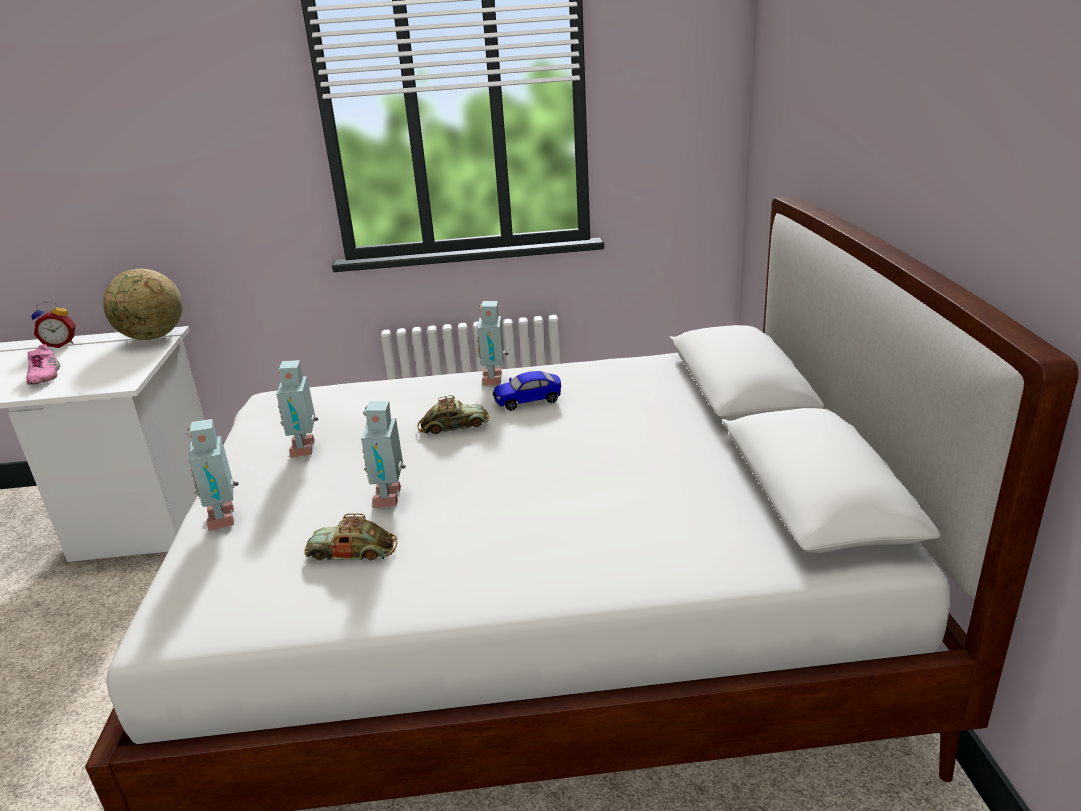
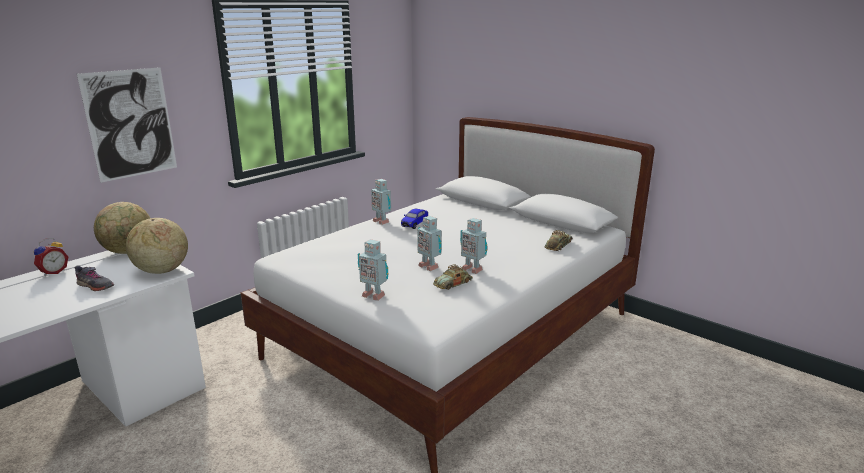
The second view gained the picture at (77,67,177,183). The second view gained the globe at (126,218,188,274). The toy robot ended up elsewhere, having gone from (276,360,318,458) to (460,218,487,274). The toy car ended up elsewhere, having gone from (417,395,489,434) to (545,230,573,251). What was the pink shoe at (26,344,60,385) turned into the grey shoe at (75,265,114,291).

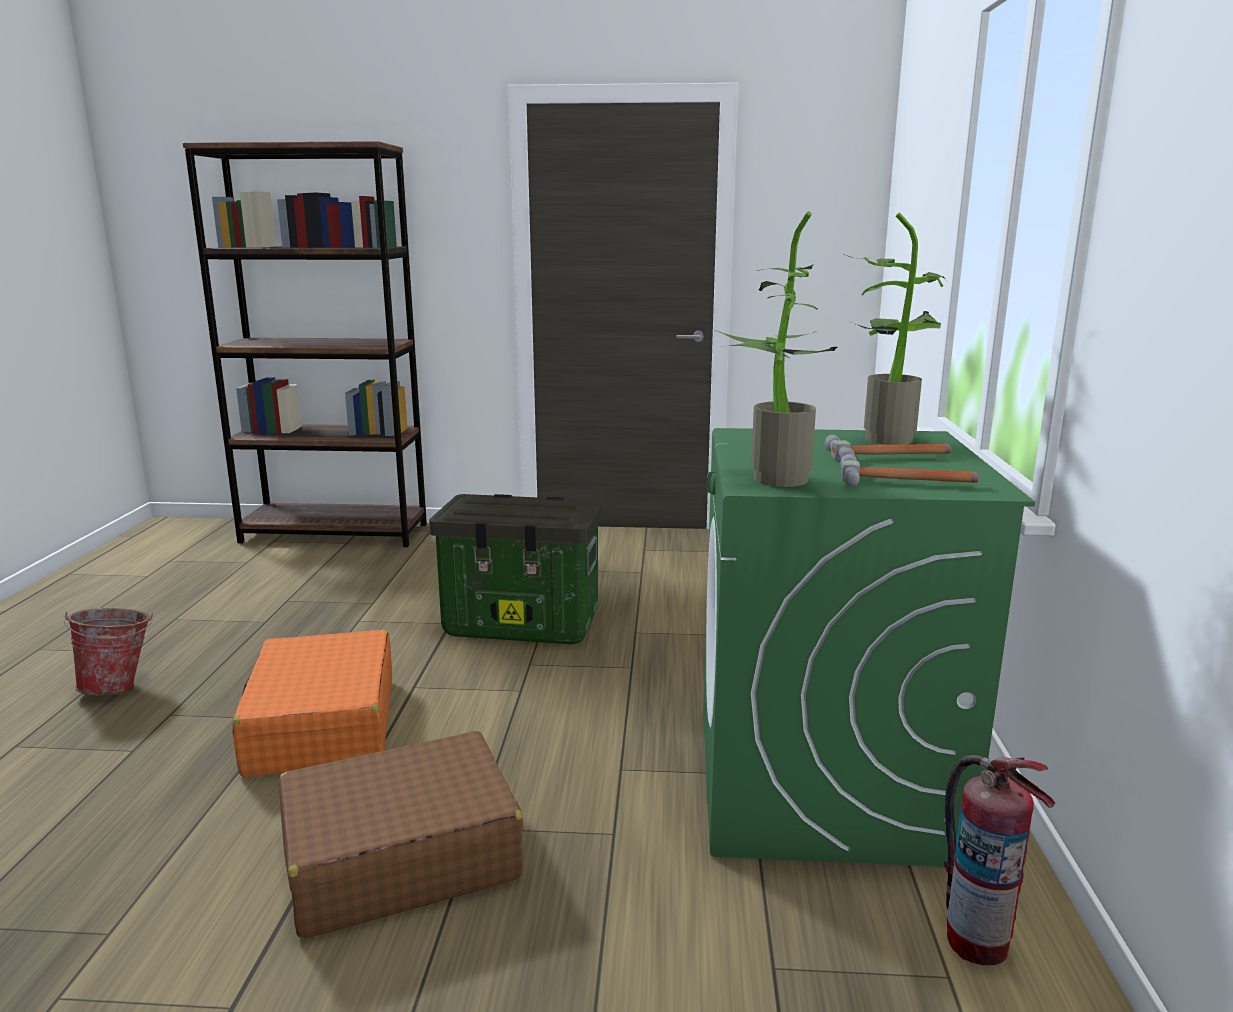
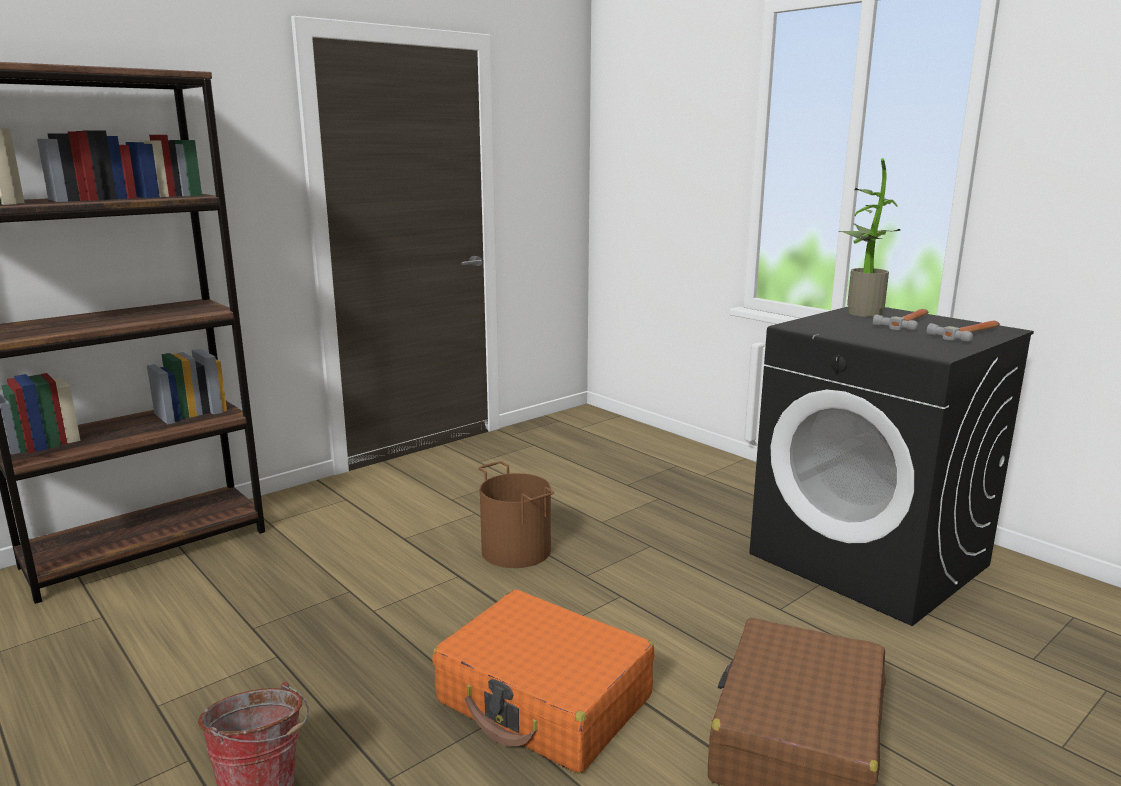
The second view lost the potted plant at (715,211,838,487). The second view lost the fire extinguisher at (944,755,1055,965). Where the storage box stood at (429,494,602,644), the brown bucket came to stand at (478,461,554,568). What was the green washing machine at (703,428,1035,867) turned into the black washing machine at (749,306,1034,626).

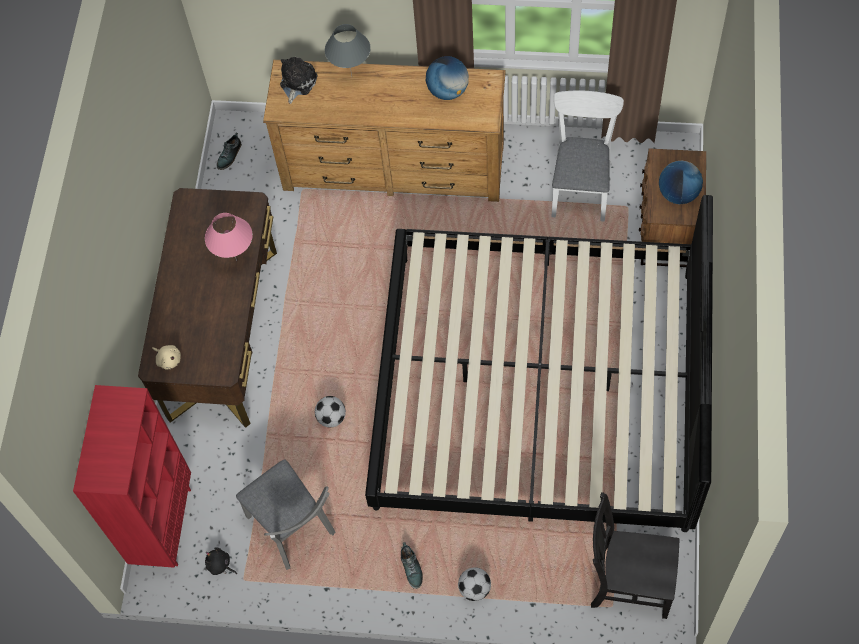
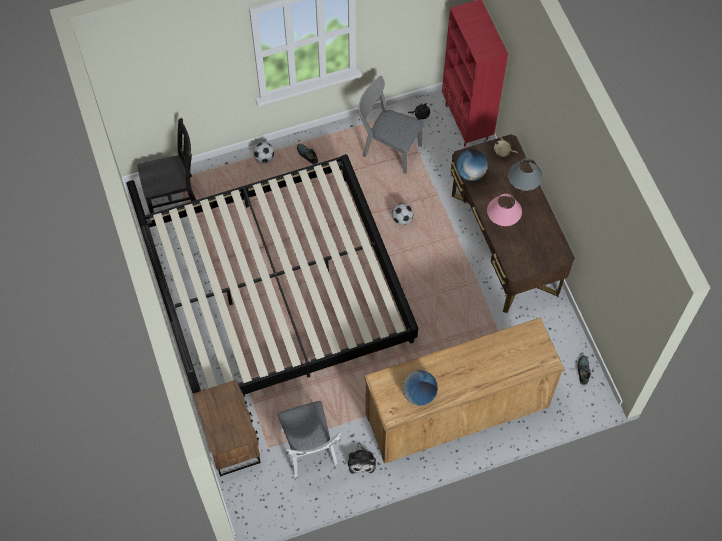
The plush toy ended up elsewhere, having gone from (280,57,318,104) to (348,442,376,474). The grey table lamp ended up elsewhere, having gone from (325,24,371,76) to (508,158,543,194). The globe ended up elsewhere, having gone from (659,161,703,204) to (456,149,488,181).

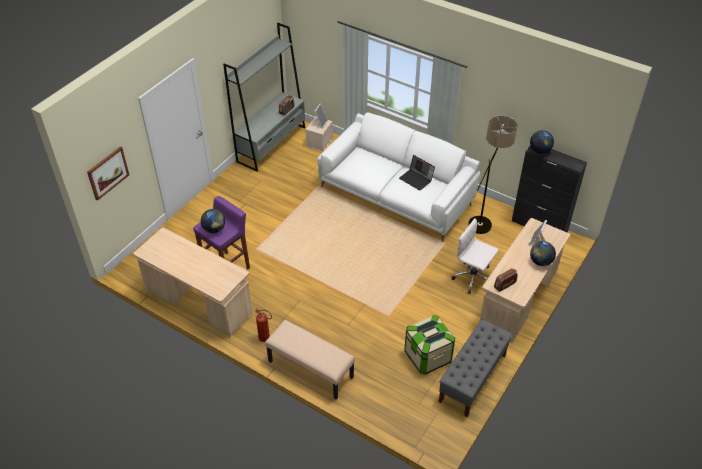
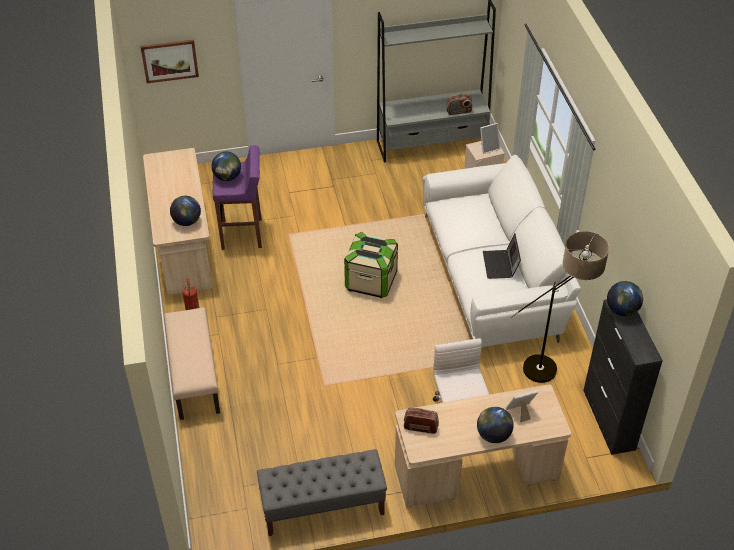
The second view gained the globe at (170,196,201,226). The storage box ended up elsewhere, having gone from (404,315,455,375) to (344,232,398,298).

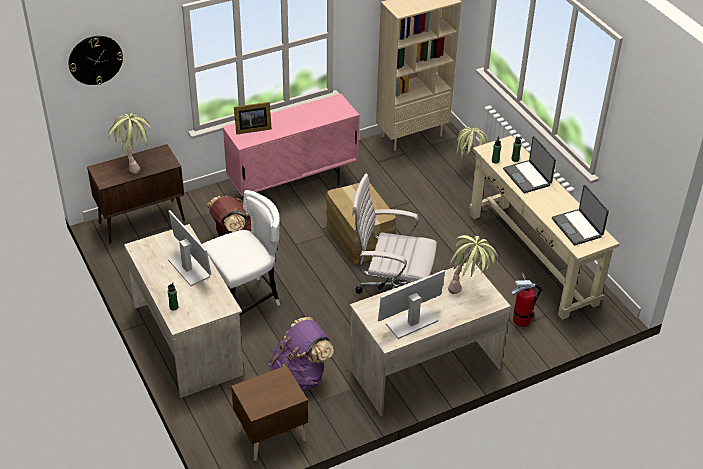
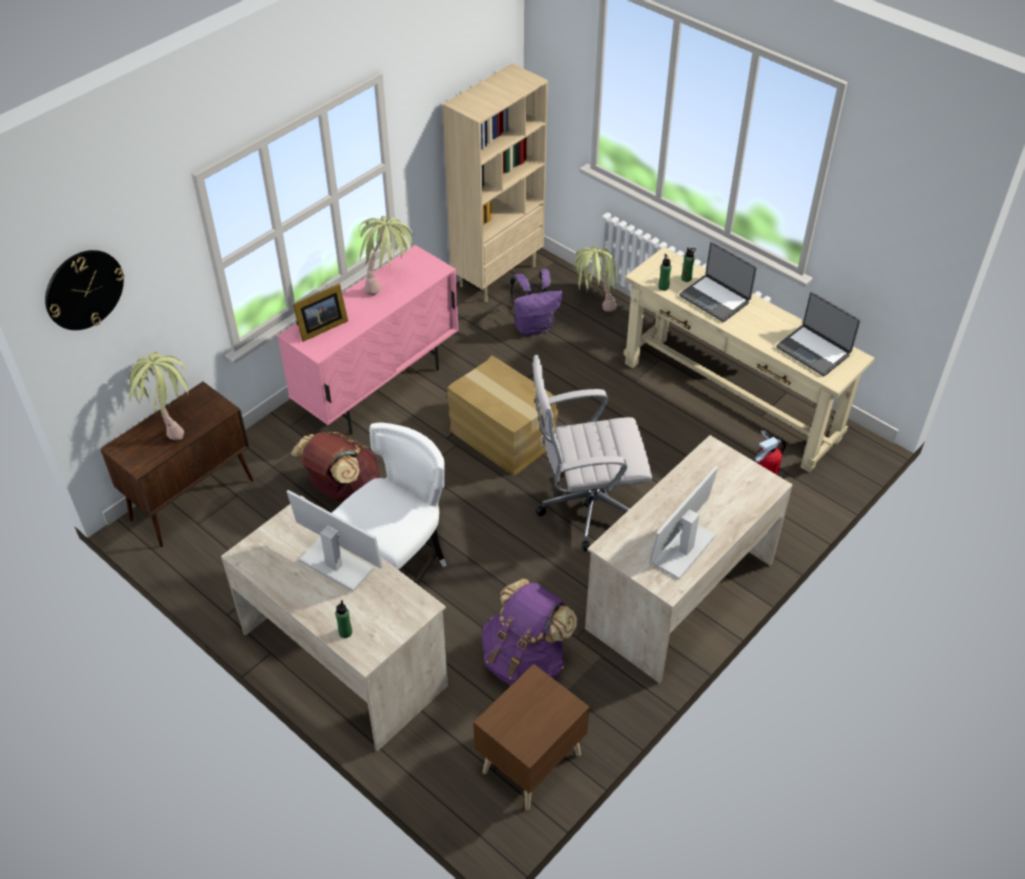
The second view gained the purple backpack at (510,269,563,336). The potted plant ended up elsewhere, having gone from (448,235,498,294) to (359,216,416,296).

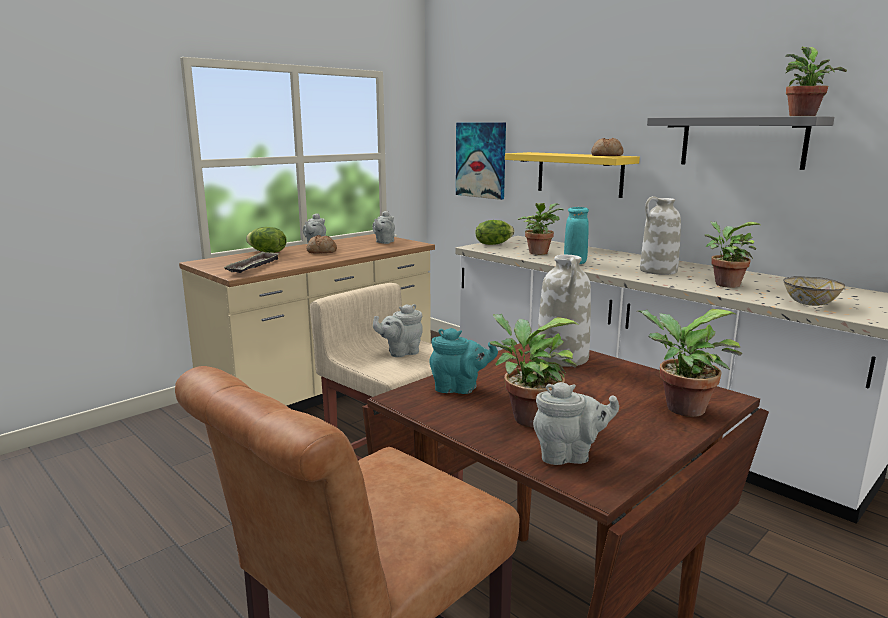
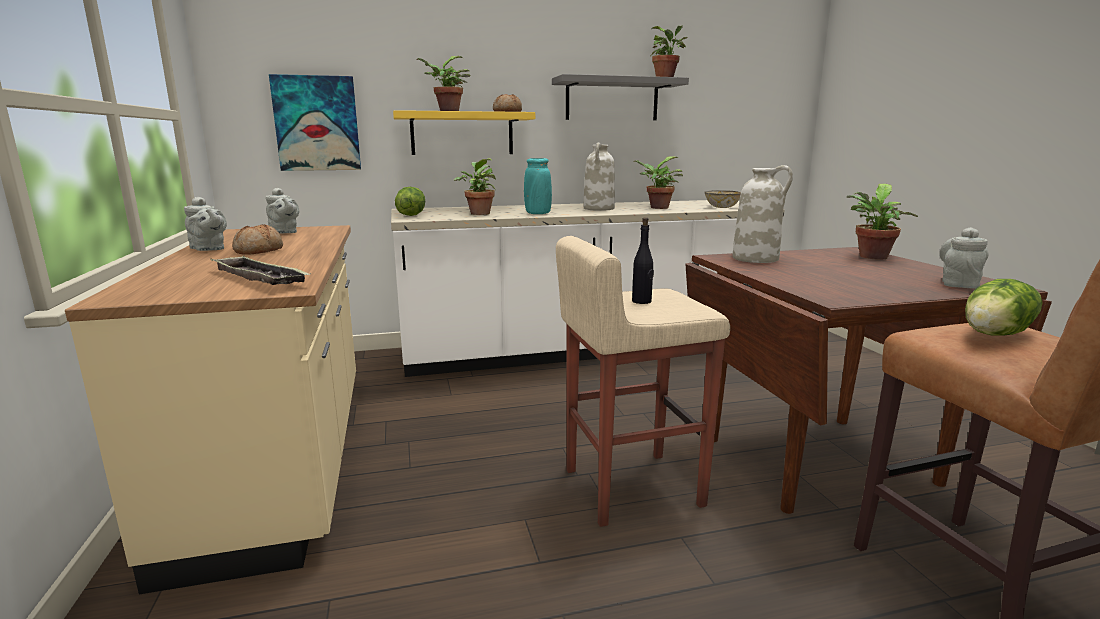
The second view lost the turquoise teapot at (430,328,498,394). The lettuce ended up elsewhere, having gone from (246,227,287,253) to (965,279,1043,335). The potted plant ended up elsewhere, having gone from (490,314,578,427) to (416,56,471,111). Where the grey teapot stood at (373,304,423,357), the black bottle came to stand at (632,217,654,304).

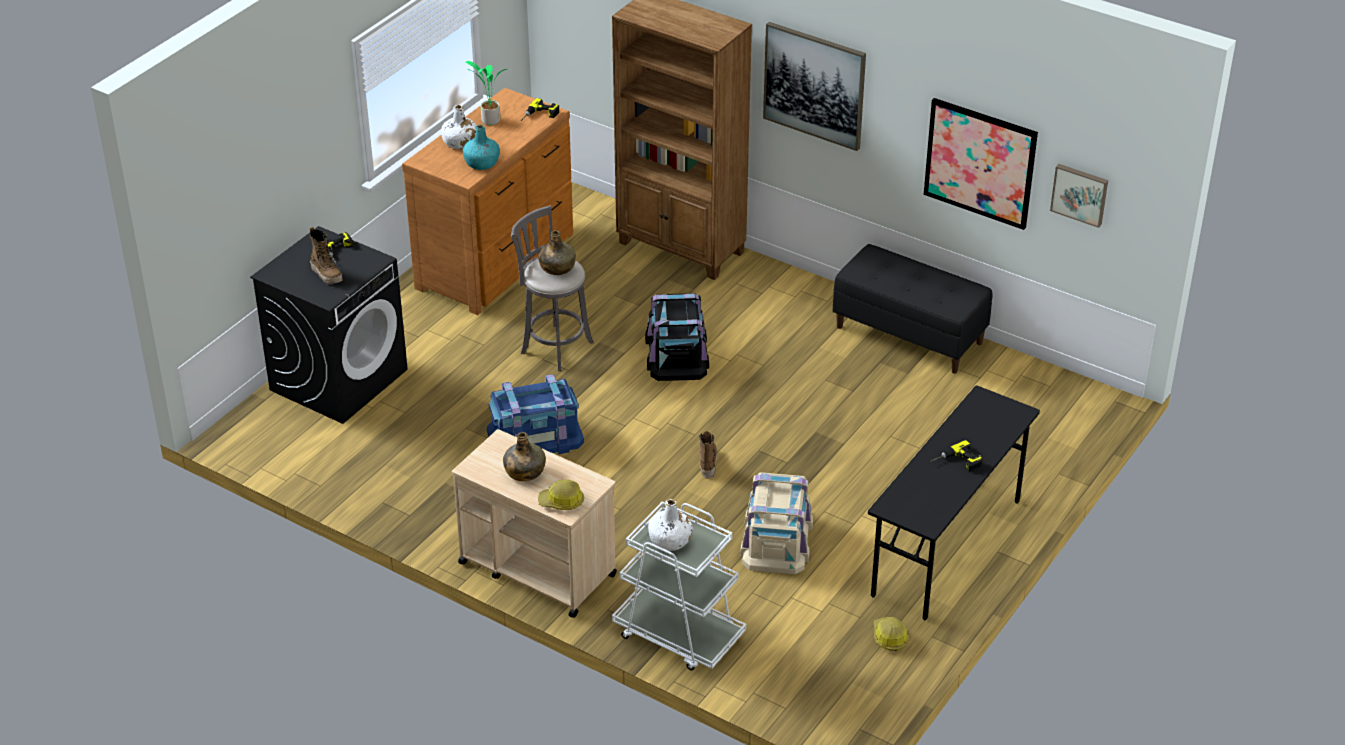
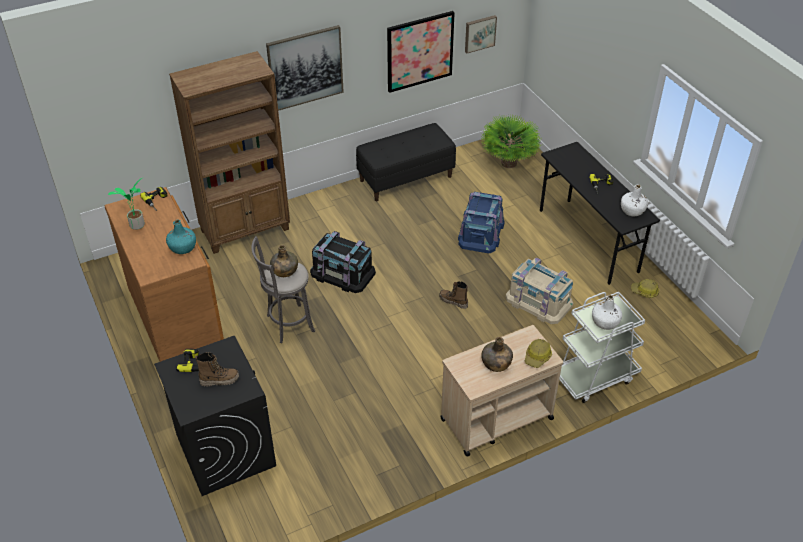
The second view gained the potted plant at (480,114,542,168). The white bottle ended up elsewhere, having gone from (441,105,477,149) to (621,185,648,216). The blue storage box ended up elsewhere, having gone from (487,374,584,454) to (458,192,504,253).

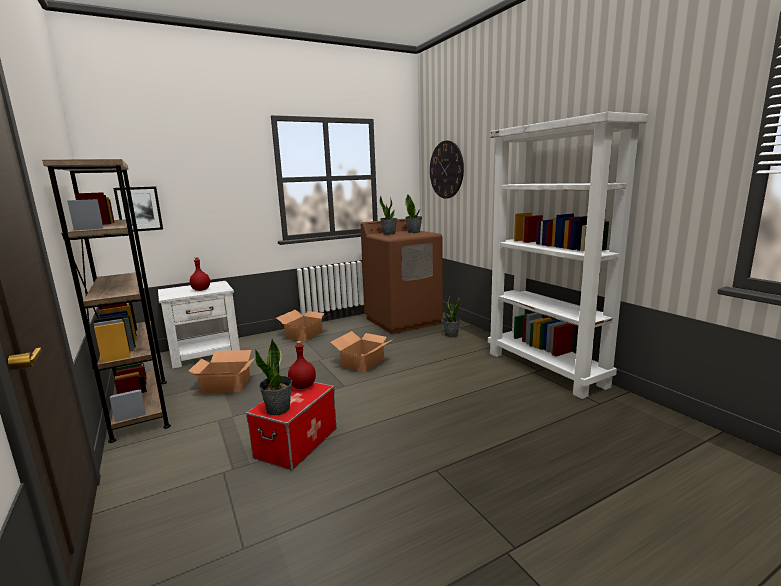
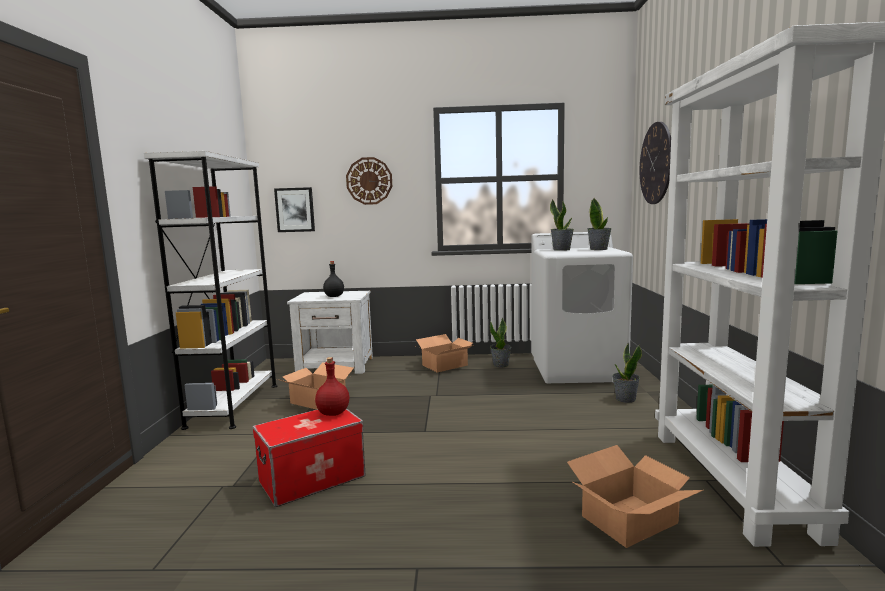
The second view gained the wall clock at (346,157,392,205). The potted plant ended up elsewhere, having gone from (255,339,292,415) to (490,318,511,367). The cardboard box ended up elsewhere, having gone from (330,331,392,373) to (567,445,703,548). What was the brown bookcase at (42,159,171,443) turned into the white bookcase at (144,151,277,430). What was the red bottle at (190,257,210,291) turned into the black bottle at (323,261,344,297). What was the brown washing machine at (360,219,443,334) turned into the white washing machine at (531,232,633,383).

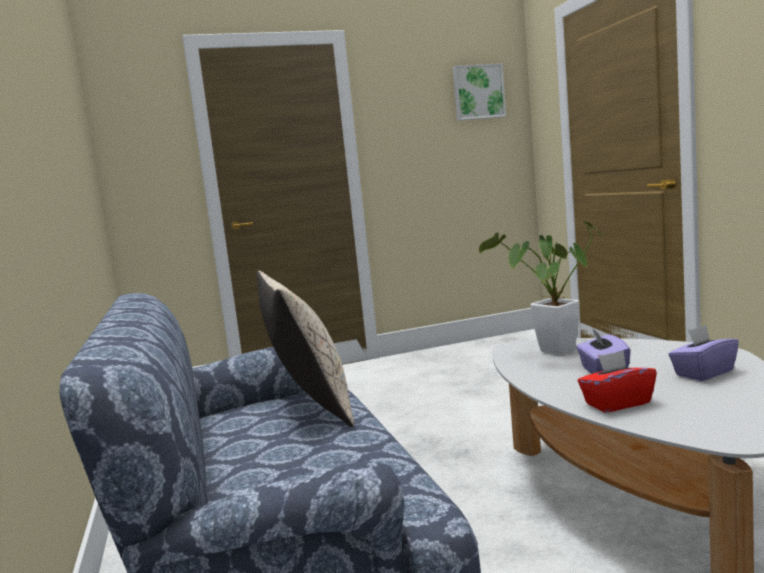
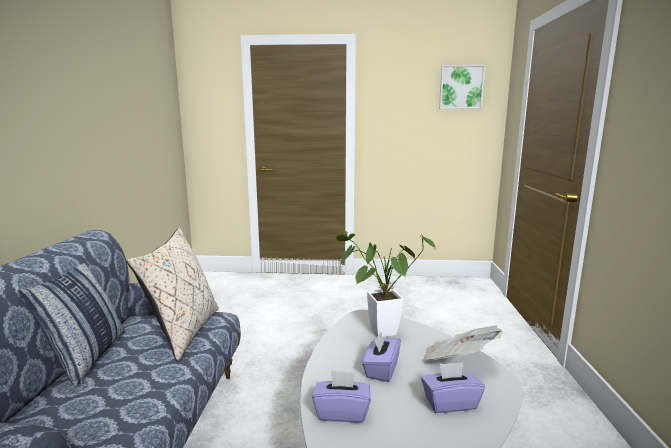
The second view gained the pillow at (17,263,125,386). The second view gained the newspaper at (423,325,503,361). What was the red tissue box at (578,351,657,413) turned into the purple tissue box at (312,370,371,423).

